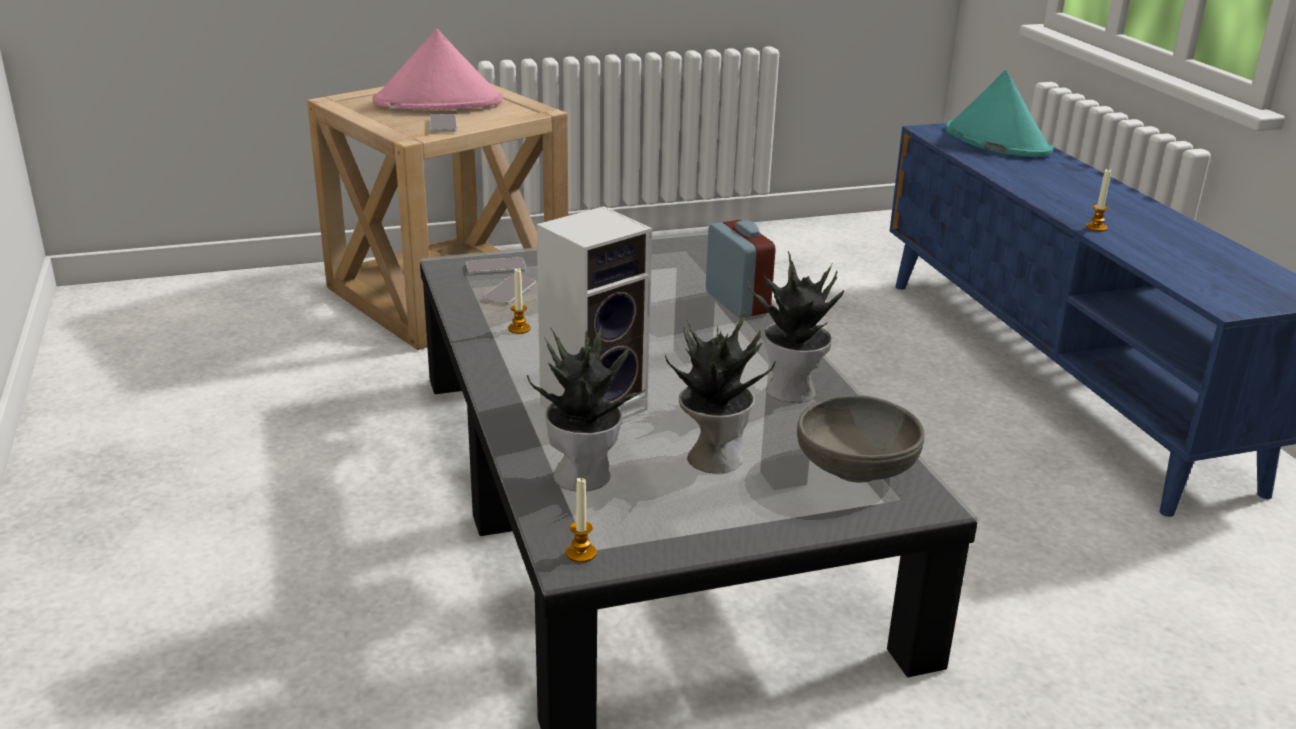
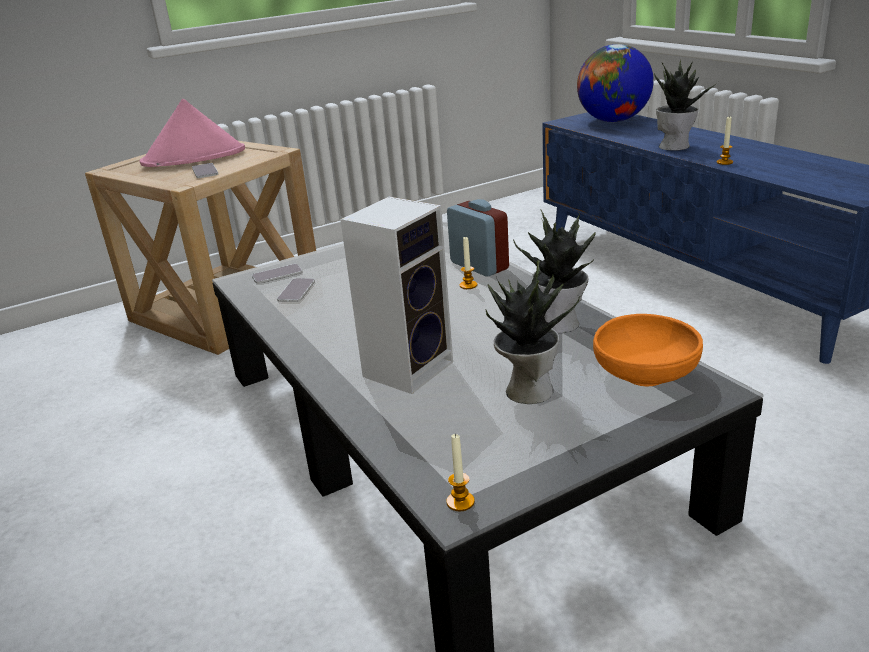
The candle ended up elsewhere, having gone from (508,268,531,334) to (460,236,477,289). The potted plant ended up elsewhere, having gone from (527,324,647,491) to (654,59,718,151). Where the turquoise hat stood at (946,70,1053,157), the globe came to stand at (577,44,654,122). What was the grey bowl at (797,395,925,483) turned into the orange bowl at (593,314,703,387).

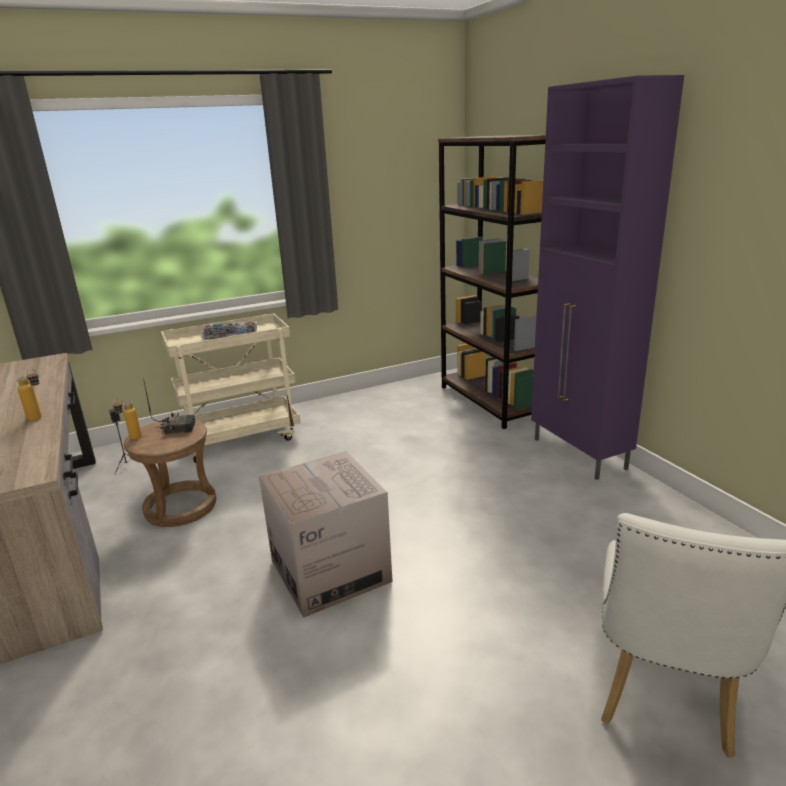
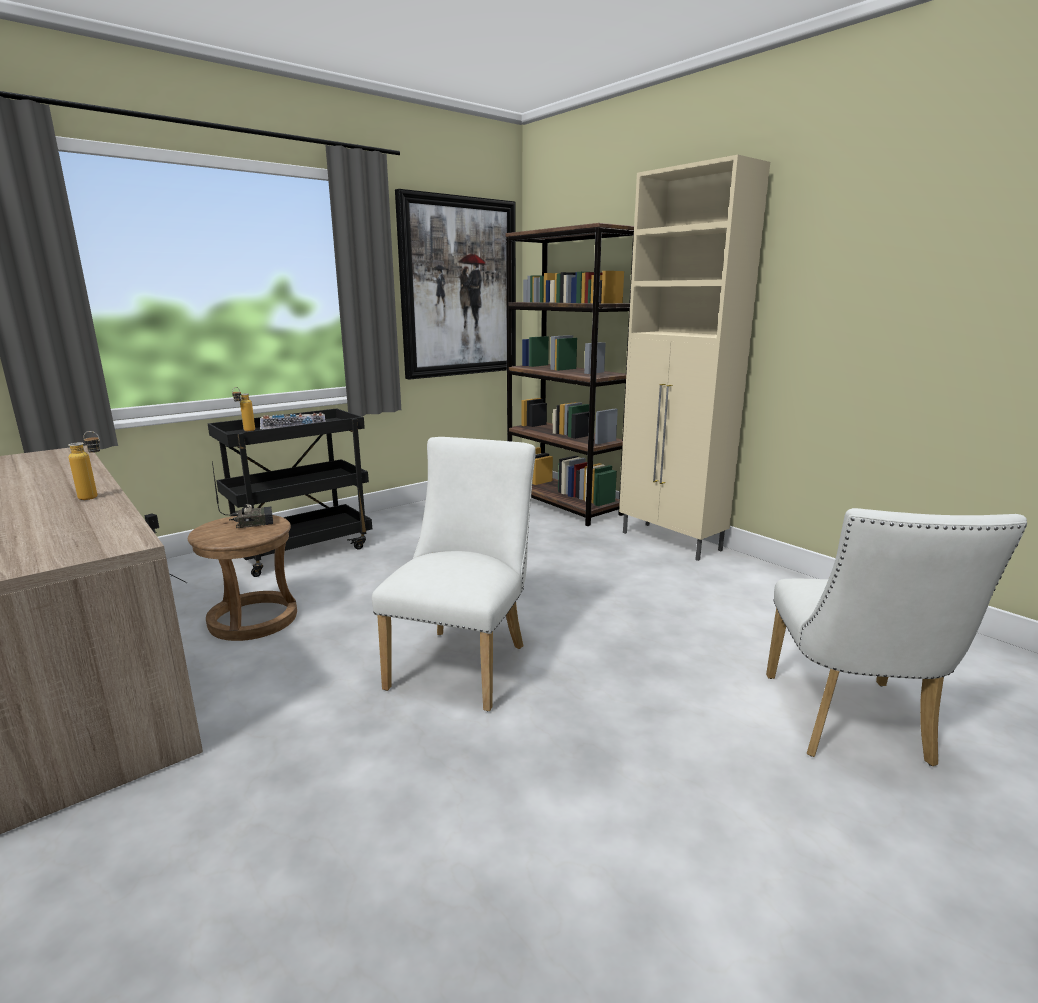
The second view gained the picture at (395,189,516,380). The bottle ended up elsewhere, having gone from (112,399,142,440) to (232,387,255,431). Where the cardboard box stood at (259,451,393,618), the white chair came to stand at (372,437,536,711). What was the beige cart at (161,314,300,463) turned into the black cart at (208,409,372,577). What was the purple cabinet at (531,75,684,480) turned into the beige cabinet at (619,155,770,561).

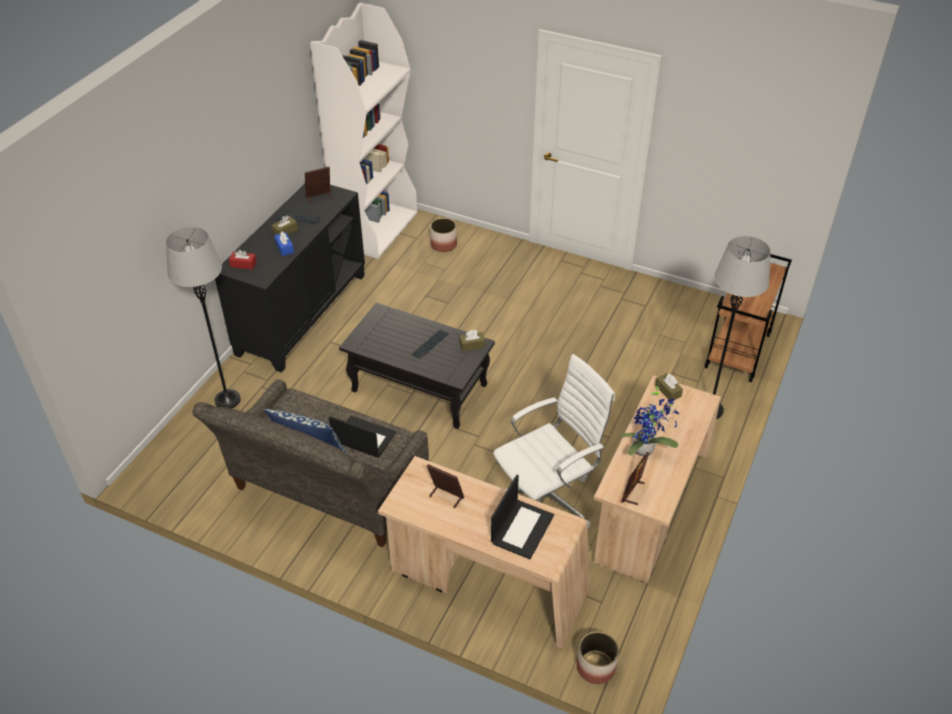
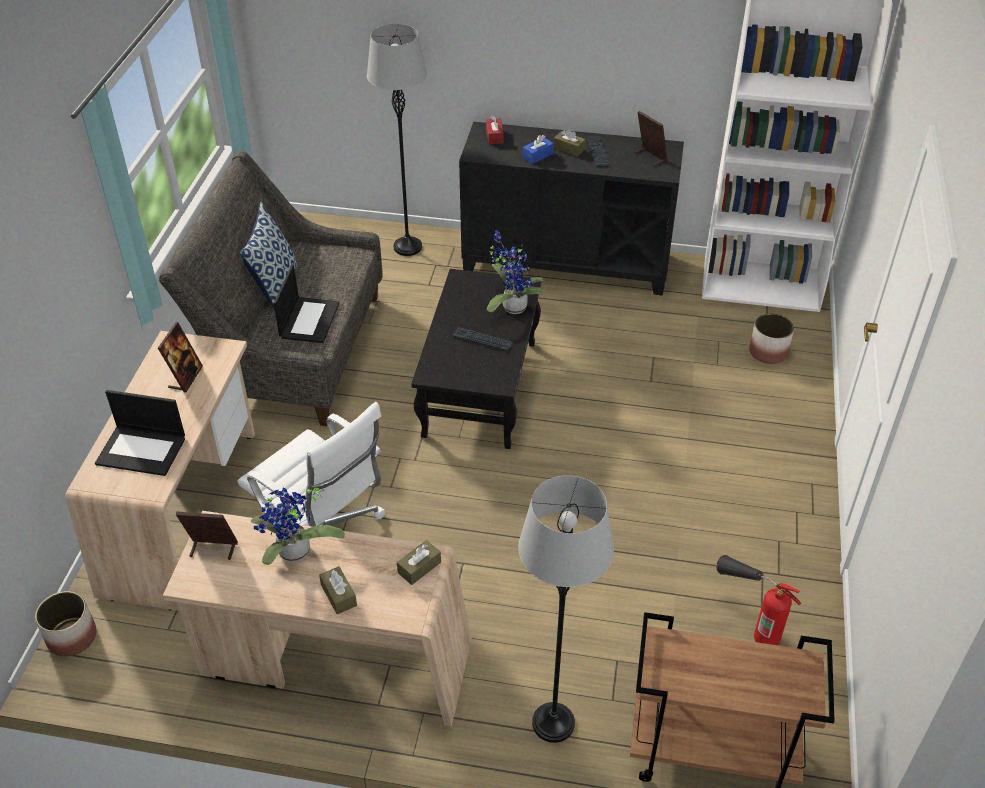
The second view gained the potted plant at (487,230,545,314). The second view gained the fire extinguisher at (716,555,801,645). The brown tissue box ended up elsewhere, having gone from (459,330,485,351) to (319,566,357,614).

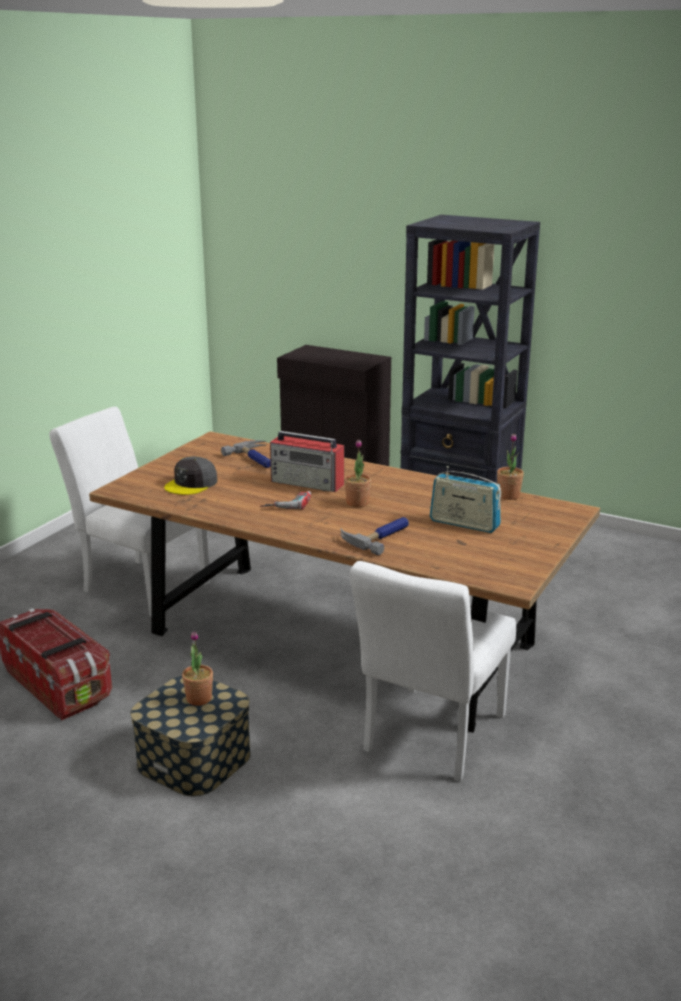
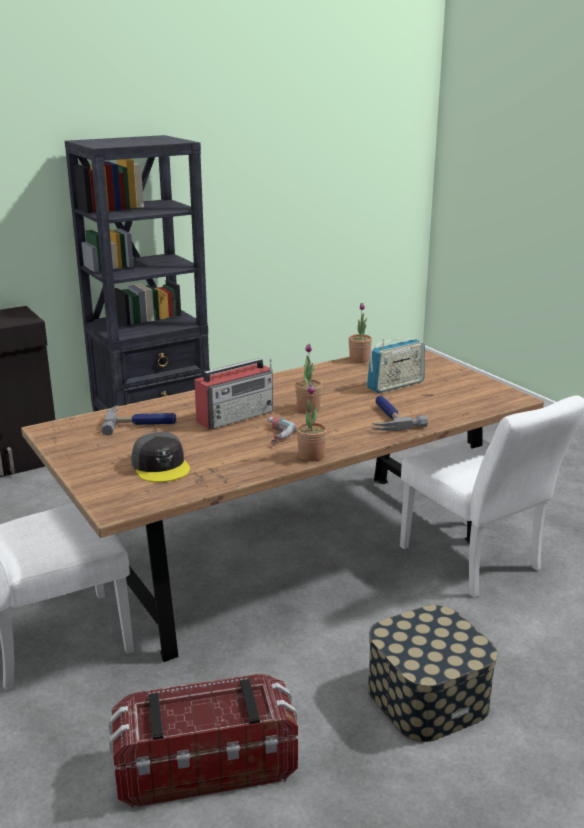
The potted plant ended up elsewhere, having gone from (182,631,213,706) to (296,384,327,461).

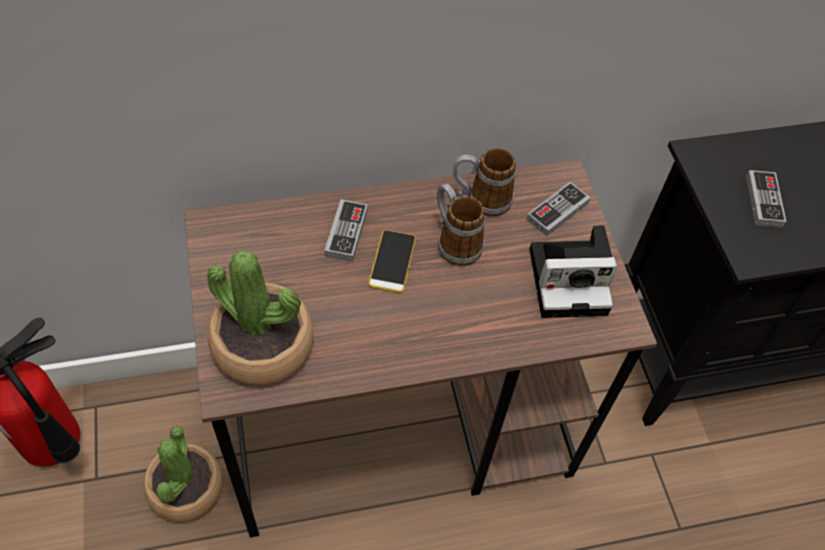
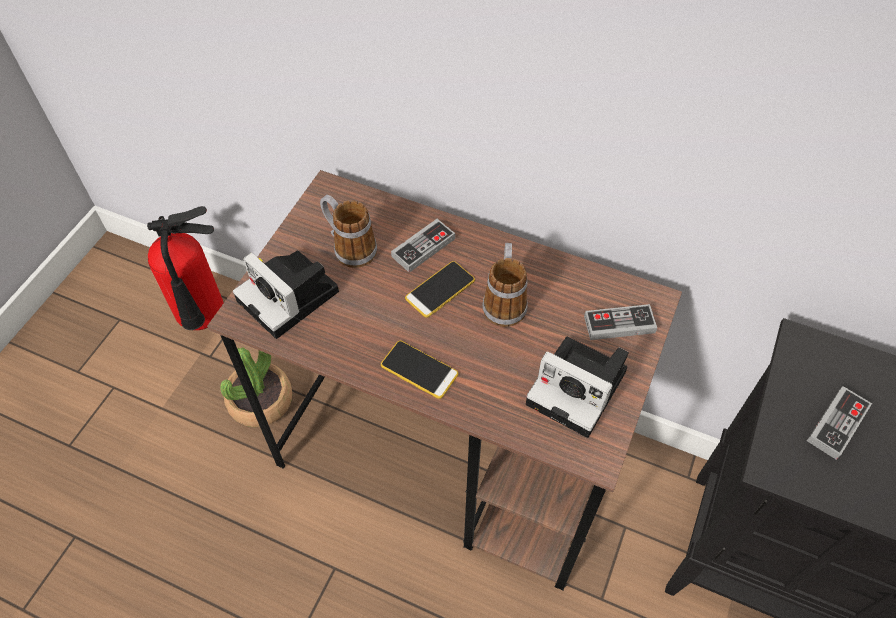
The second view gained the phone at (381,341,458,399). The mug ended up elsewhere, having gone from (453,148,516,217) to (320,195,377,268). Where the potted plant stood at (207,250,314,385), the photo camera came to stand at (233,251,339,339).

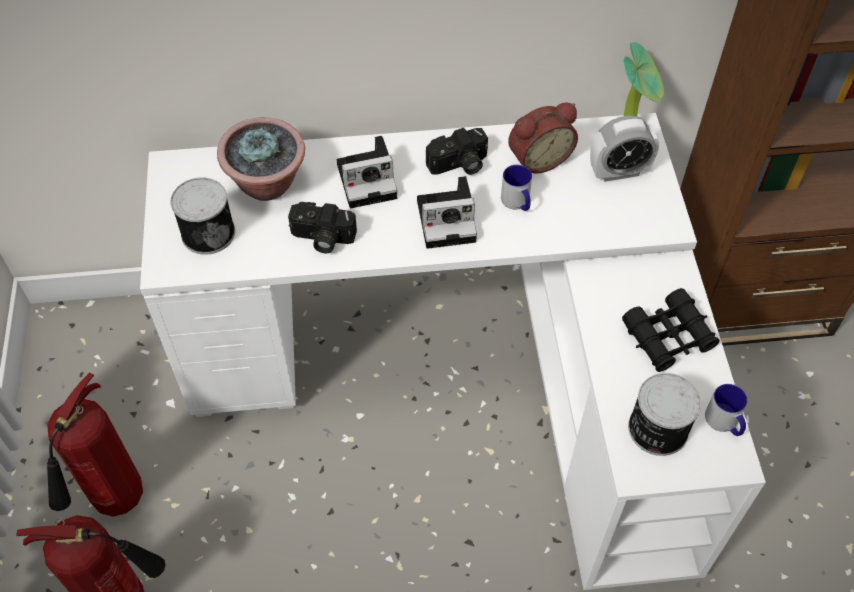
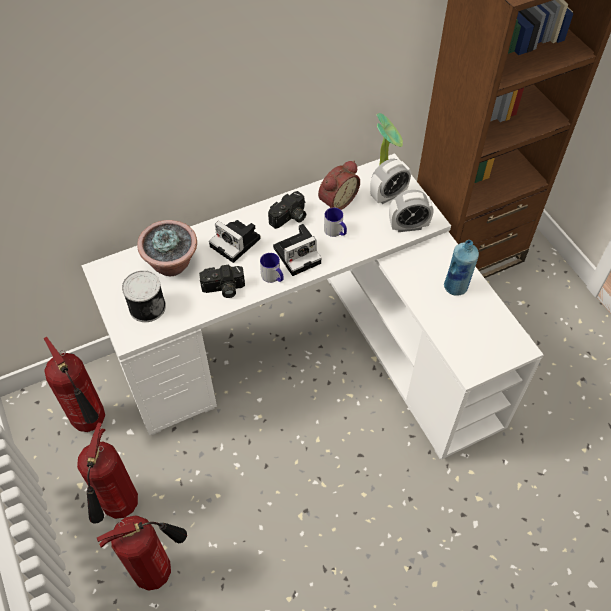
The second view lost the can at (628,373,701,456). The second view gained the fire extinguisher at (43,337,105,432). The second view gained the alarm clock at (389,190,433,232). The mug ended up elsewhere, having gone from (705,384,747,436) to (260,253,284,283). Where the black binoculars stood at (622,288,720,372), the blue bottle came to stand at (444,240,479,295). The photo camera at (337,136,397,208) ended up facing another way, 75 degrees clockwise from before.

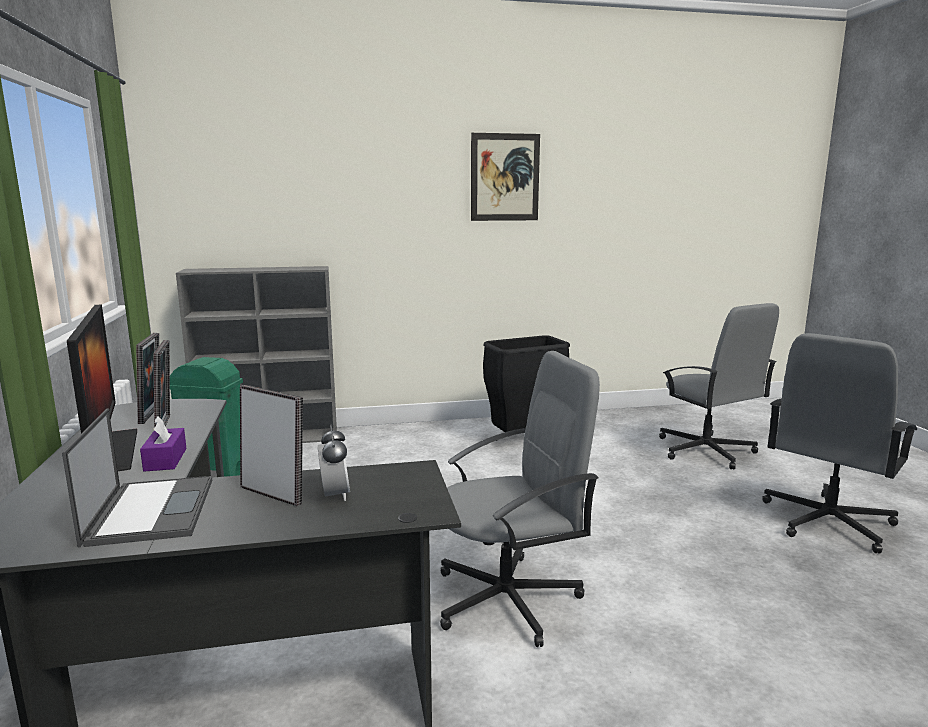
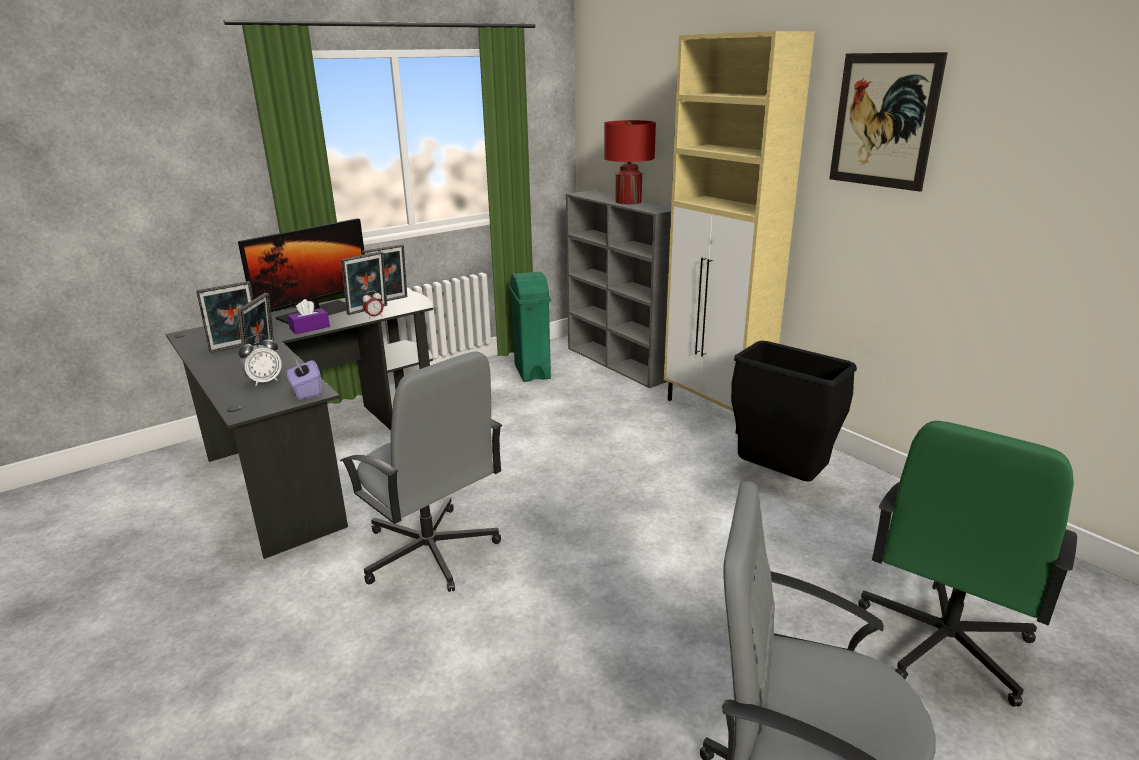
The second view gained the purple tissue box at (286,358,322,400). The second view gained the alarm clock at (362,291,383,319). The second view gained the red table lamp at (604,120,656,204). The second view gained the beige cabinet at (664,31,815,434). Where the laptop stood at (62,408,212,548), the picture frame came to stand at (196,281,253,353). What was the grey office chair at (659,303,779,470) turned into the green office chair at (858,421,1077,707).

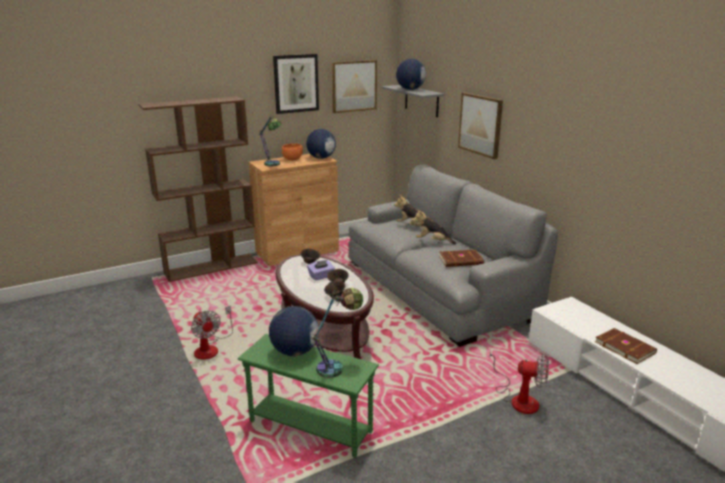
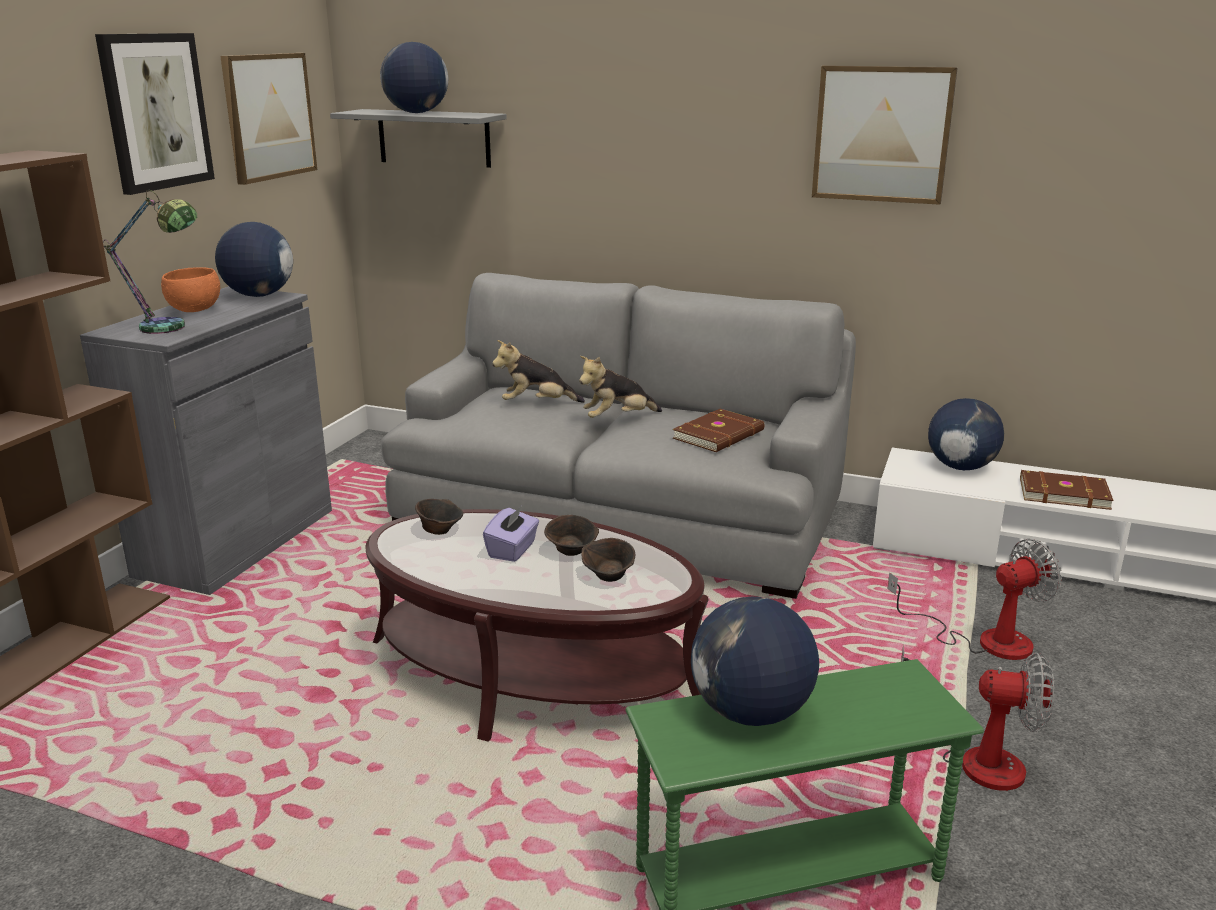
The second view lost the table lamp at (311,288,363,378). The second view gained the globe at (928,398,1004,470). The fan ended up elsewhere, having gone from (191,306,233,360) to (901,644,1054,791). The picture ended up elsewhere, having gone from (458,93,503,159) to (812,65,958,205). What was the brown cabinet at (248,154,339,266) turned into the grey cabinet at (80,286,332,595).

